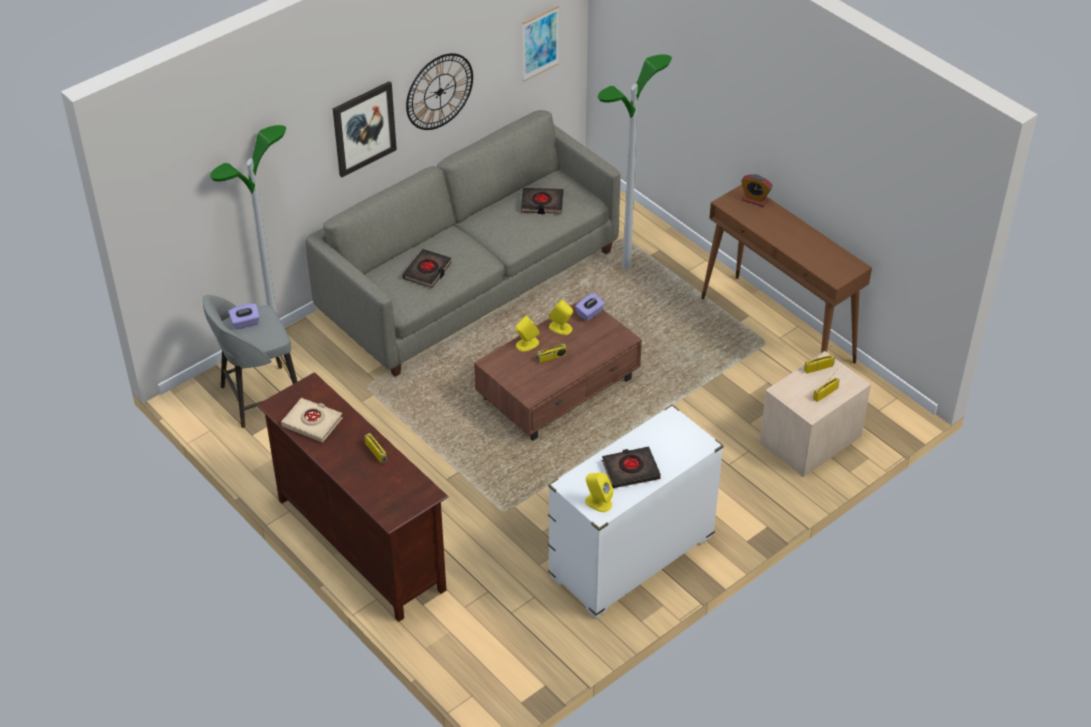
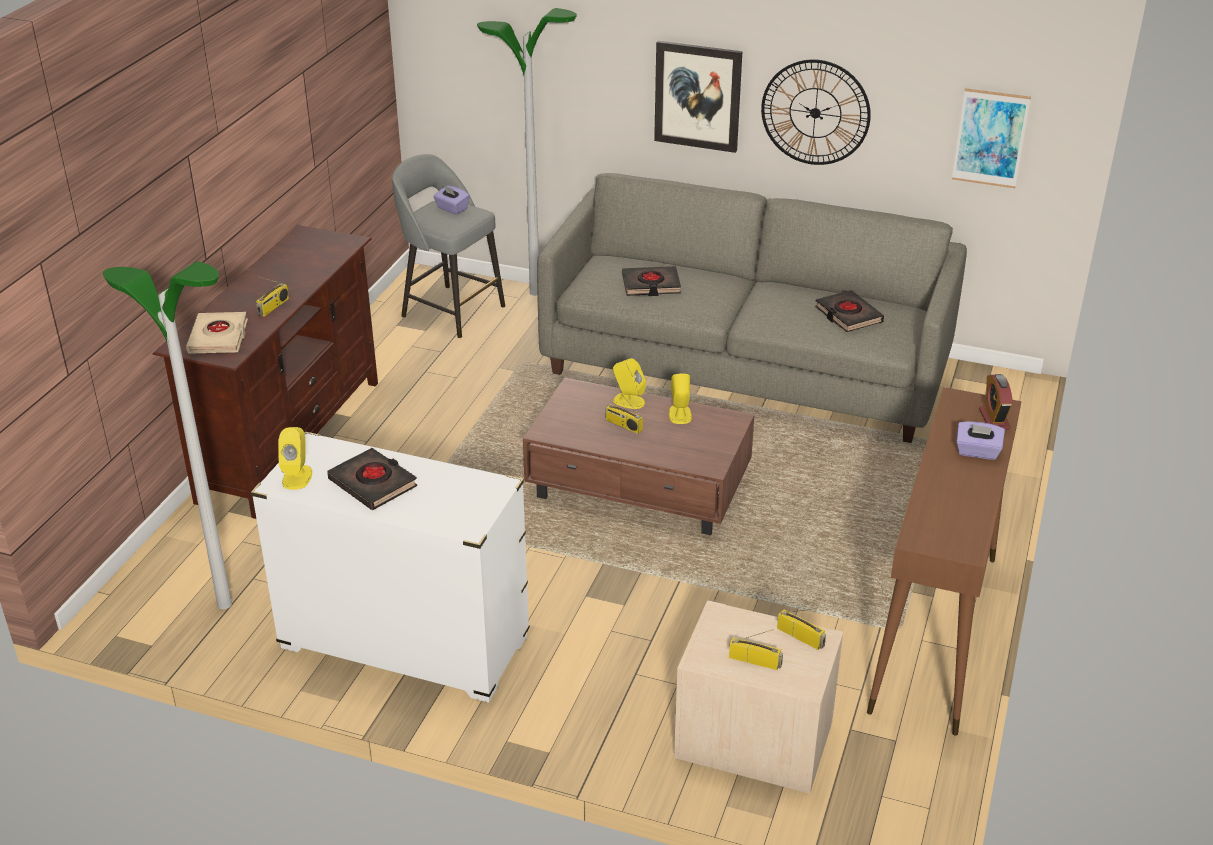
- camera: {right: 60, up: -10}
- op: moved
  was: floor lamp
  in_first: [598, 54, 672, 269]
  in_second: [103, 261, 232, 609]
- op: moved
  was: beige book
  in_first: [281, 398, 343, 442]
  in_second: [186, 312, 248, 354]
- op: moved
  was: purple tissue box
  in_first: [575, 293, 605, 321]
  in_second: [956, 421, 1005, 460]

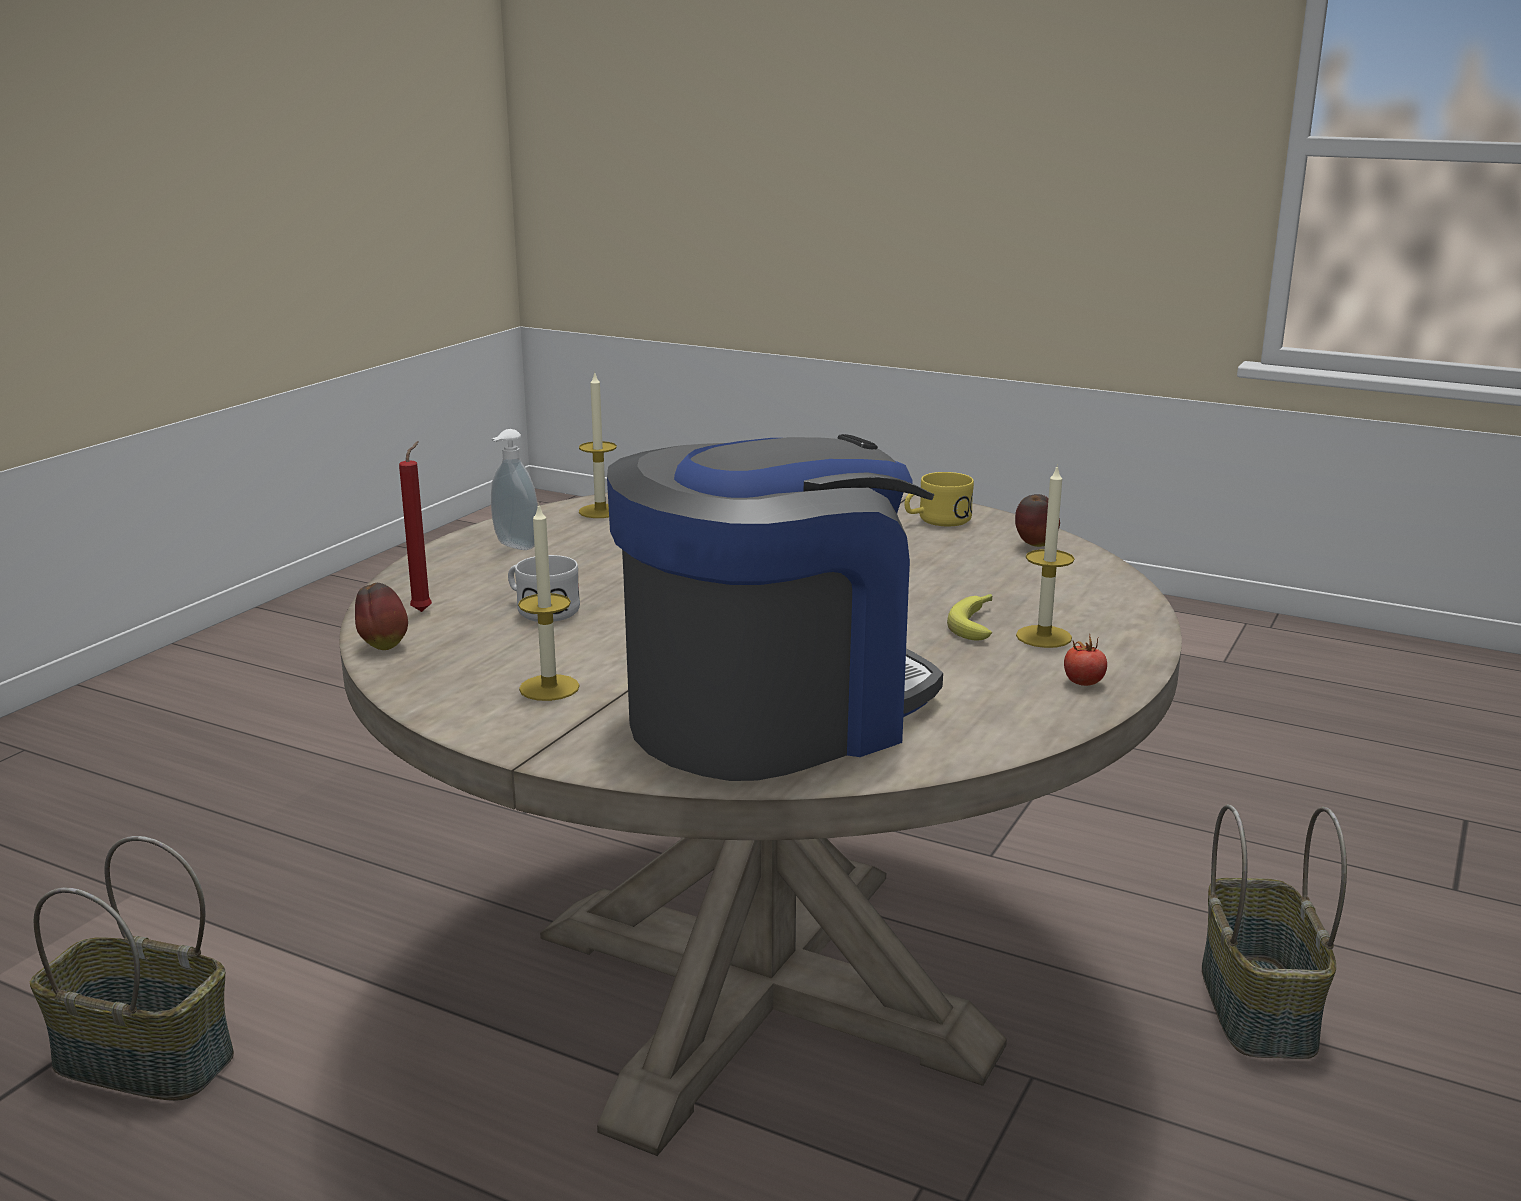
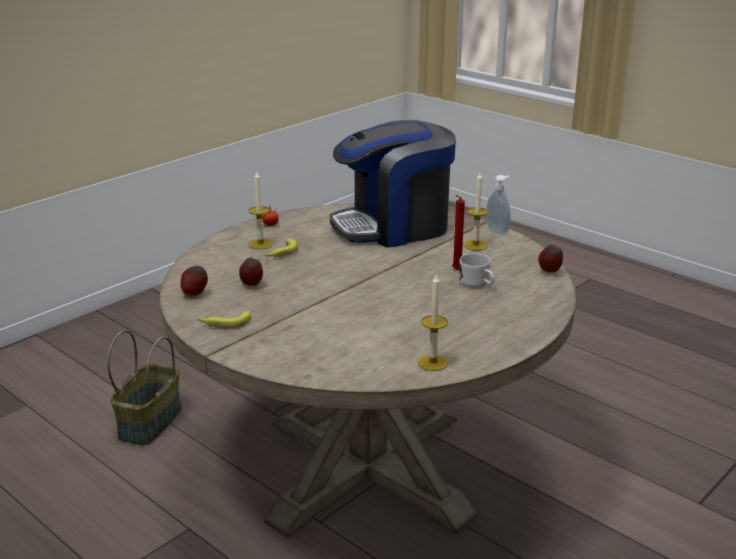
- camera: {right: -165, up: 5}
- op: replaced
  was: yellow mug
  now: banana
  in_first: [904, 472, 974, 526]
  in_second: [197, 311, 251, 328]
- op: added
  now: apple
  in_second: [239, 258, 263, 286]
- op: moved
  was: red candle
  in_first: [399, 441, 432, 612]
  in_second: [452, 195, 465, 270]
- op: moved
  was: soap dispenser
  in_first: [491, 429, 538, 550]
  in_second: [486, 175, 510, 235]
- op: removed
  was: basket
  in_first: [30, 836, 234, 1101]

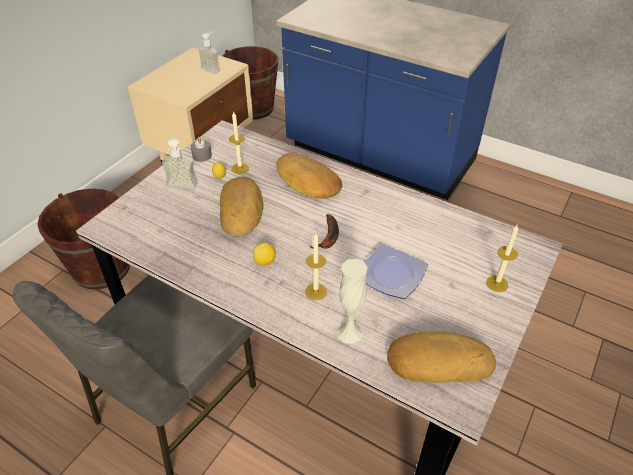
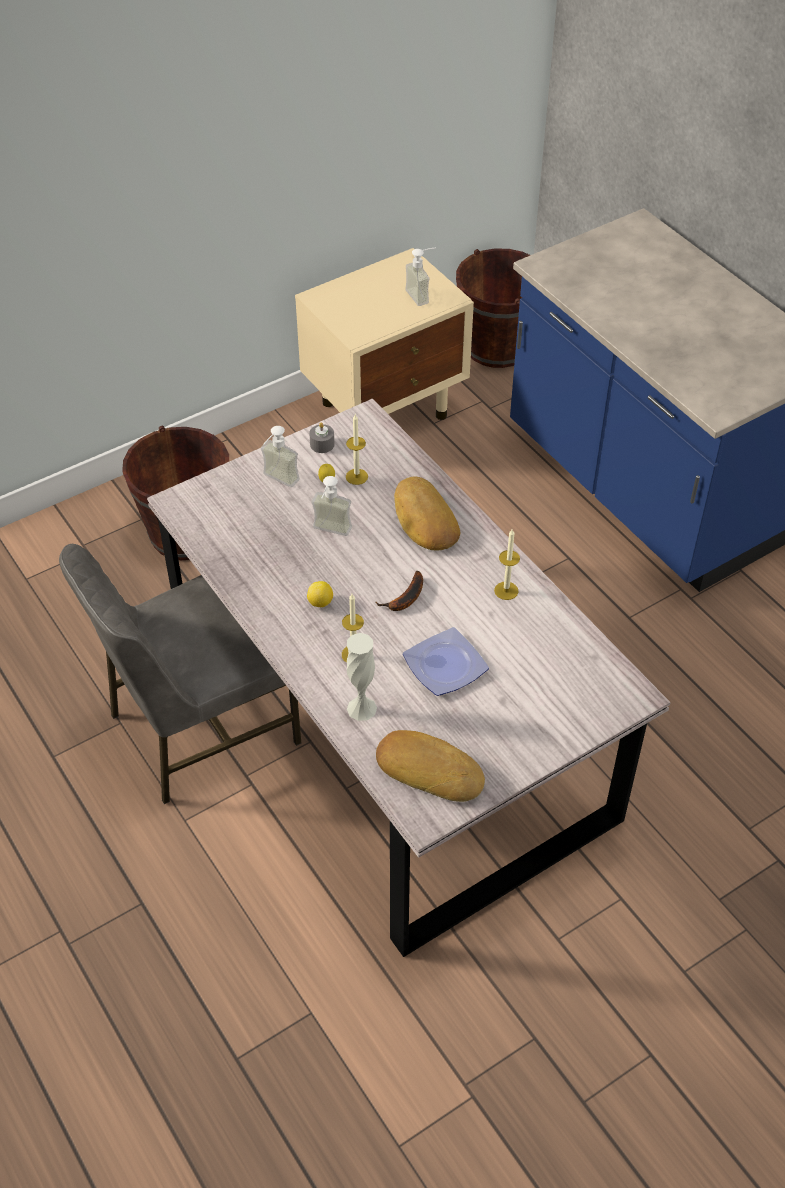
- camera: {right: 25, up: 5}
- op: replaced
  was: bread
  now: soap dispenser
  in_first: [220, 177, 263, 236]
  in_second: [312, 476, 352, 536]
- op: moved
  was: candle
  in_first: [486, 225, 518, 292]
  in_second: [494, 529, 520, 600]

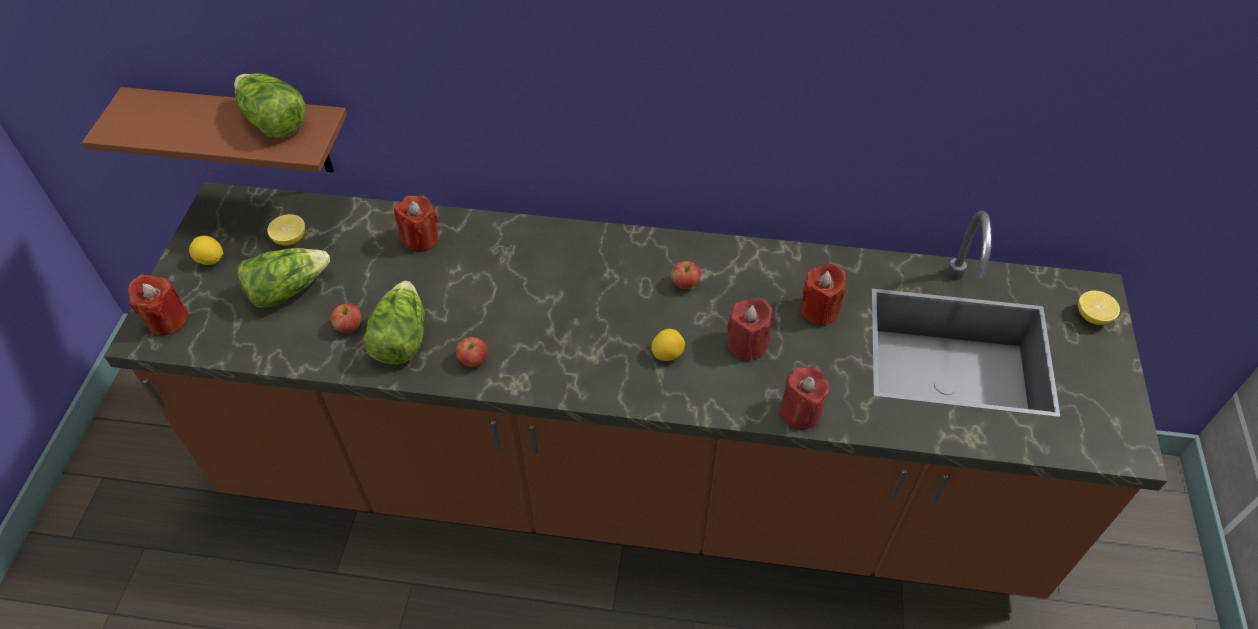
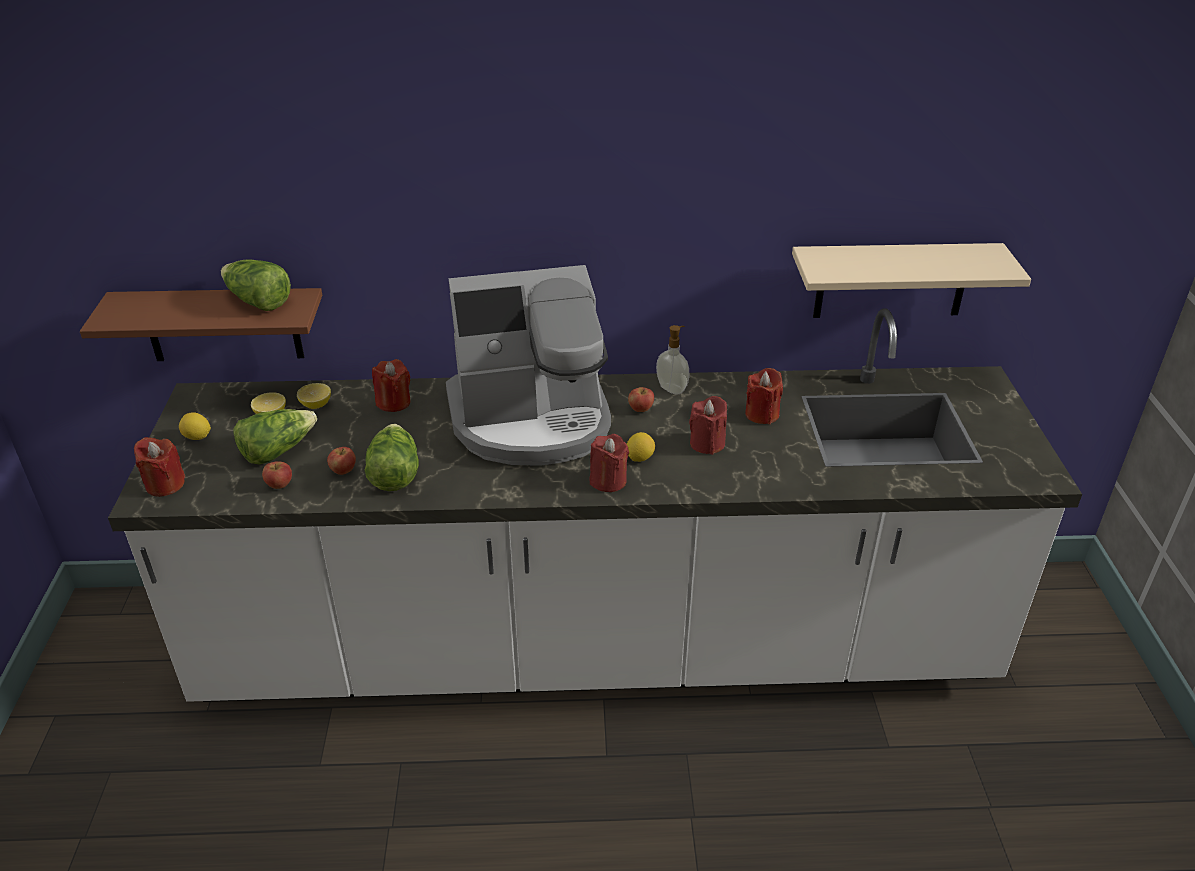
- camera: {right: -10, up: -15}
- op: recoloured
  was: brown counter
  now: white counter
  in_first: [104, 182, 1167, 599]
  in_second: [108, 308, 1082, 702]
- op: moved
  was: apple
  in_first: [456, 337, 487, 367]
  in_second: [262, 462, 292, 489]
- op: moved
  was: lemon
  in_first: [1078, 291, 1120, 325]
  in_second: [297, 383, 331, 409]
- op: added
  now: coffee machine
  in_second: [446, 265, 611, 466]
- op: moved
  was: red candle
  in_first: [779, 367, 830, 429]
  in_second: [590, 434, 629, 492]
- op: added
  now: soap dispenser
  in_second: [656, 325, 689, 395]
- op: added
  now: beige shelf
  in_second: [792, 243, 1031, 318]

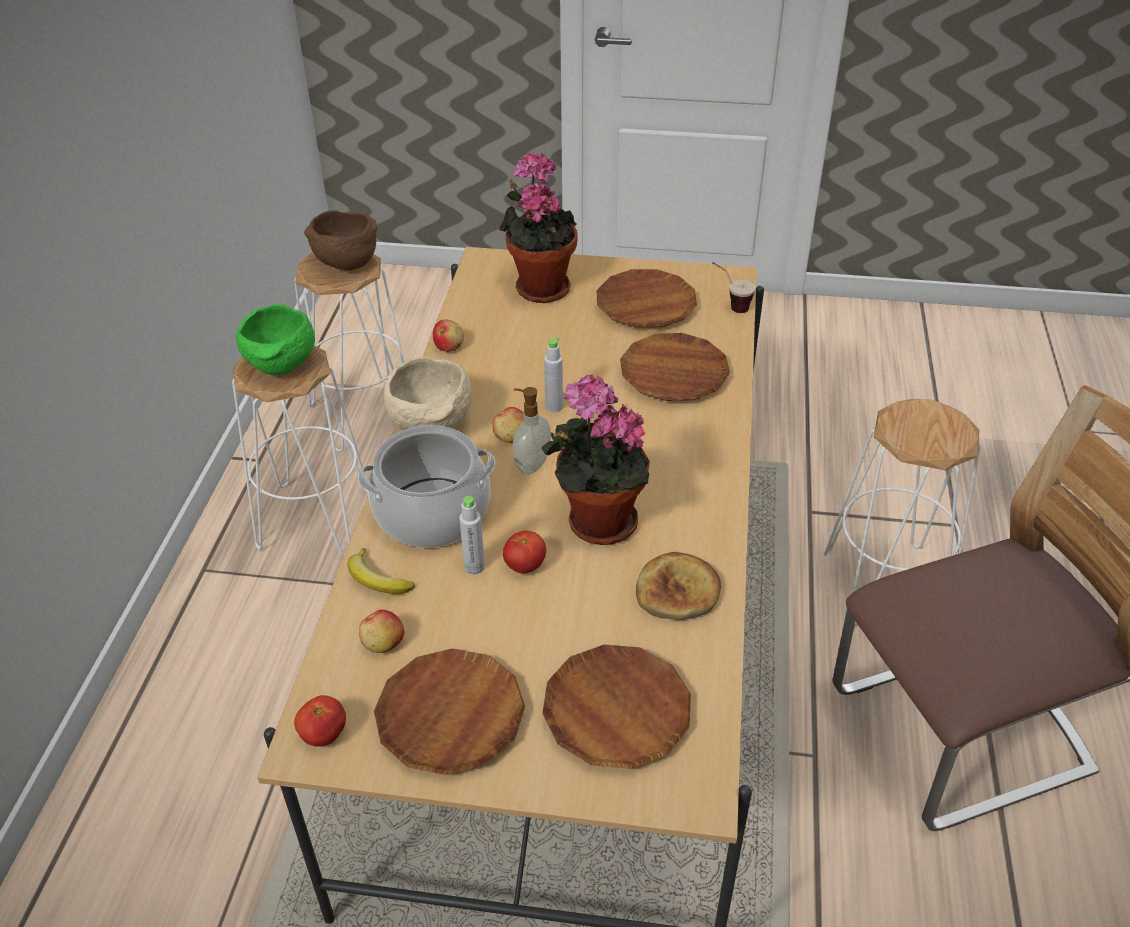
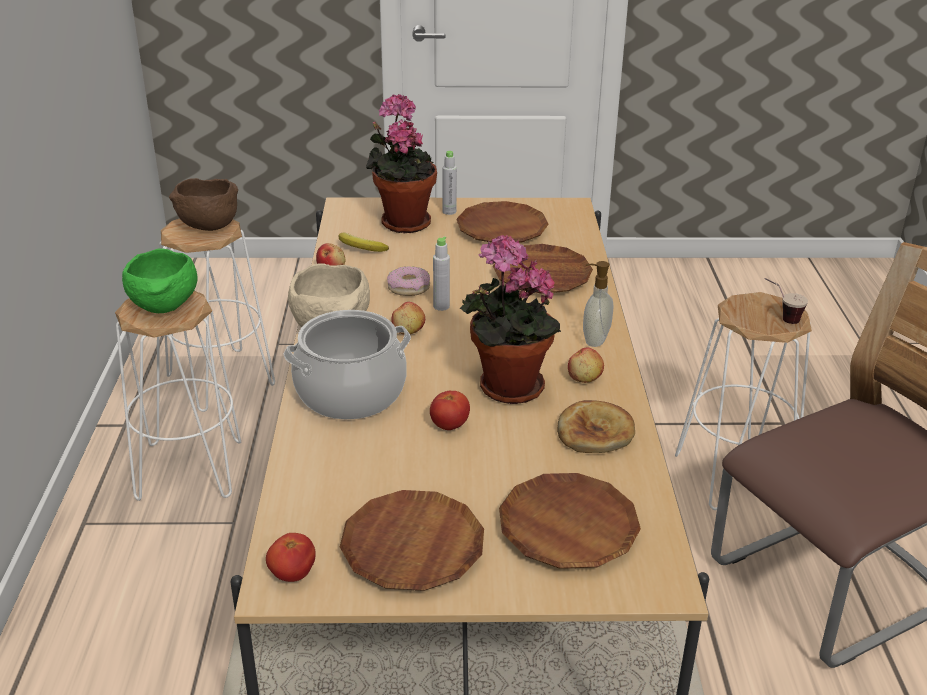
- camera: {right: -10, up: -10}
- op: moved
  was: banana
  in_first: [348, 548, 415, 594]
  in_second: [339, 233, 389, 252]
- op: added
  now: donut
  in_second: [387, 266, 430, 296]
- op: moved
  was: grey bottle
  in_first: [459, 496, 485, 575]
  in_second: [443, 151, 457, 215]
- op: moved
  was: apple
  in_first: [359, 610, 404, 653]
  in_second: [568, 347, 604, 383]
- op: moved
  was: soap dispenser
  in_first: [513, 387, 551, 474]
  in_second: [583, 261, 614, 347]
- op: moved
  was: cup
  in_first: [712, 262, 756, 313]
  in_second: [765, 278, 808, 324]

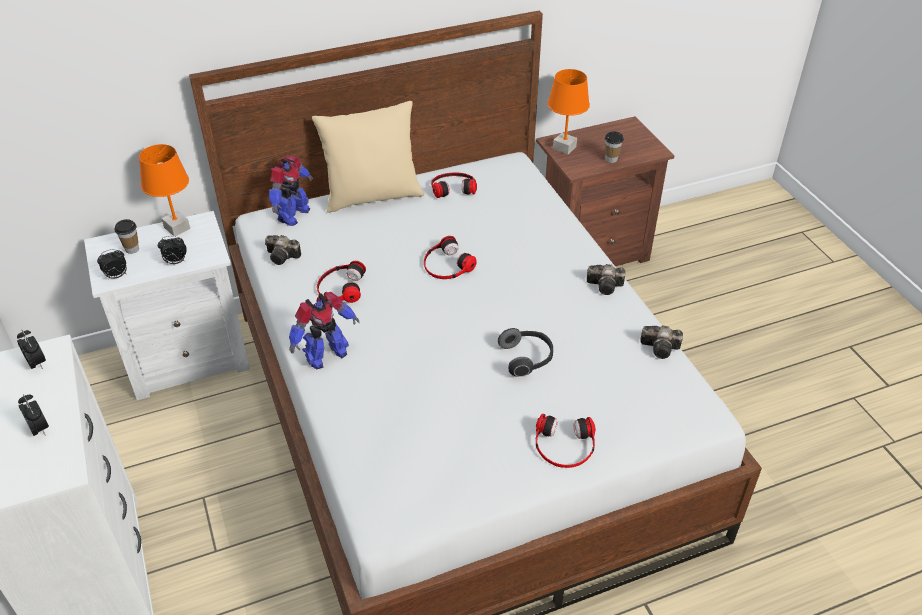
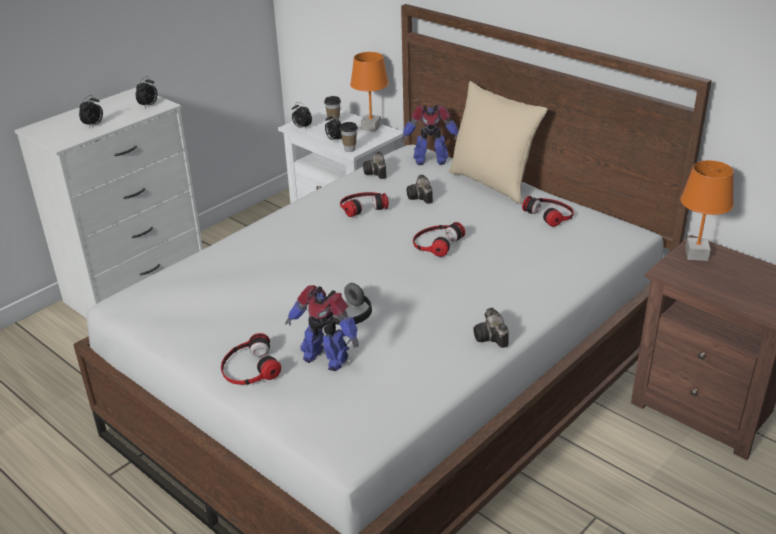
- camera: {right: 65, up: -10}
- op: moved
  was: toy robot
  in_first: [289, 291, 359, 369]
  in_second: [285, 285, 359, 371]
- op: moved
  was: cup
  in_first: [605, 131, 624, 163]
  in_second: [340, 122, 358, 152]
- op: moved
  was: photo camera
  in_first: [640, 325, 683, 359]
  in_second: [406, 175, 433, 204]

